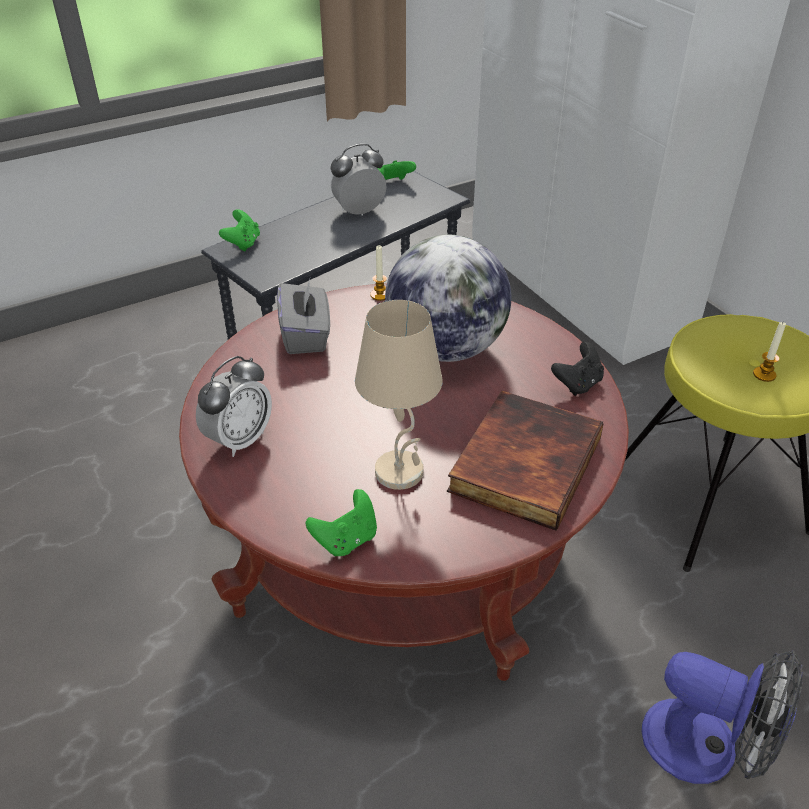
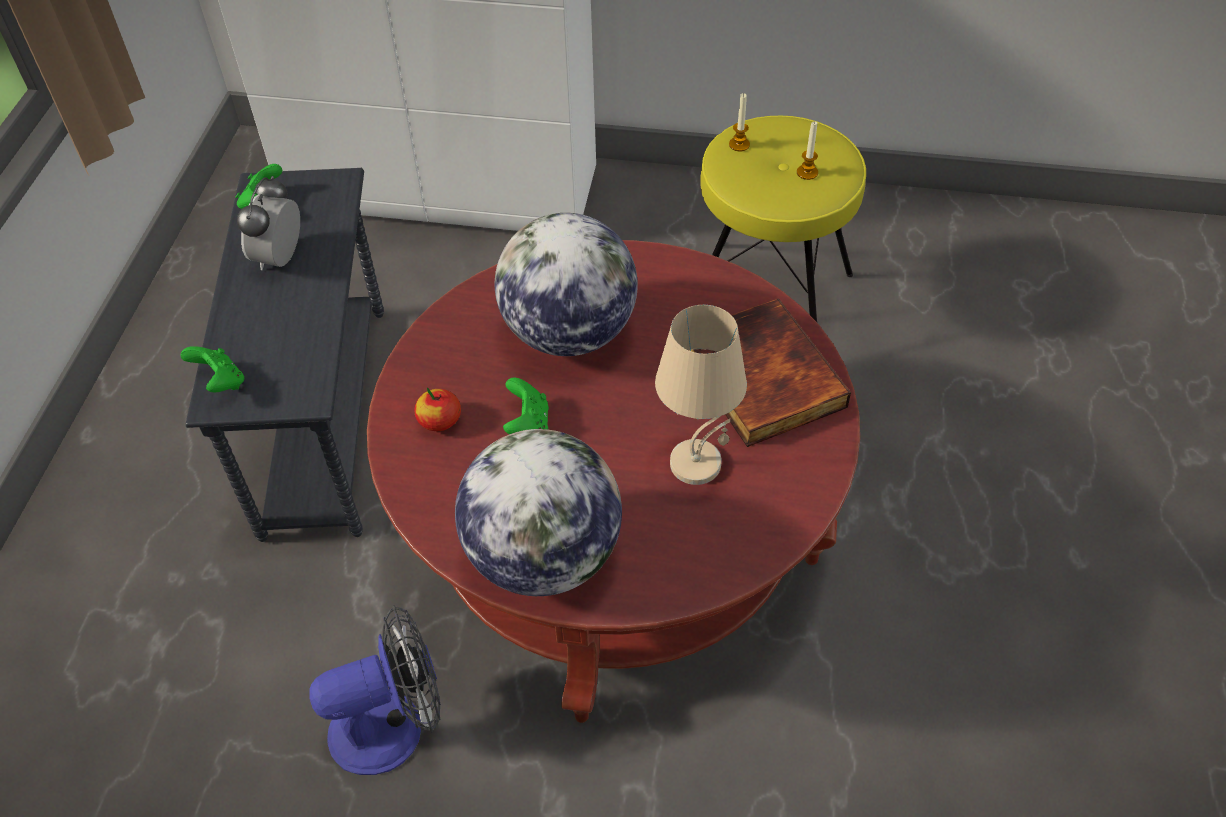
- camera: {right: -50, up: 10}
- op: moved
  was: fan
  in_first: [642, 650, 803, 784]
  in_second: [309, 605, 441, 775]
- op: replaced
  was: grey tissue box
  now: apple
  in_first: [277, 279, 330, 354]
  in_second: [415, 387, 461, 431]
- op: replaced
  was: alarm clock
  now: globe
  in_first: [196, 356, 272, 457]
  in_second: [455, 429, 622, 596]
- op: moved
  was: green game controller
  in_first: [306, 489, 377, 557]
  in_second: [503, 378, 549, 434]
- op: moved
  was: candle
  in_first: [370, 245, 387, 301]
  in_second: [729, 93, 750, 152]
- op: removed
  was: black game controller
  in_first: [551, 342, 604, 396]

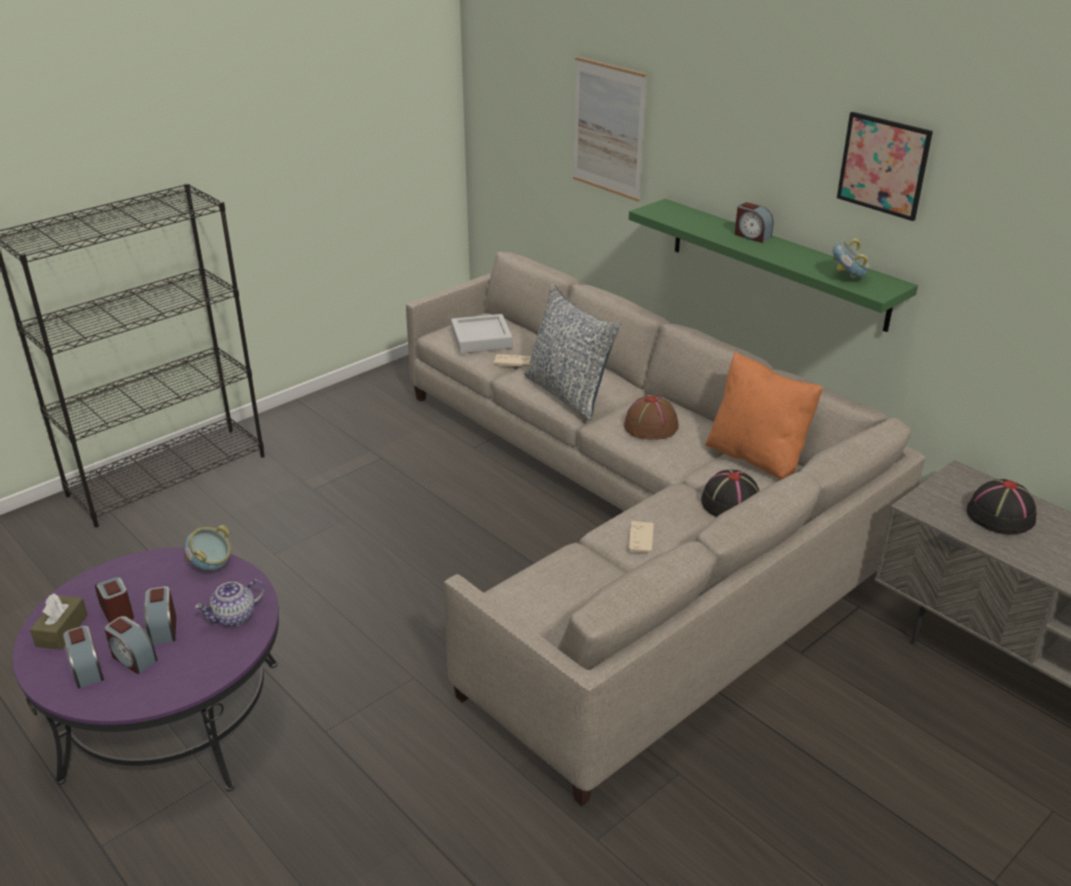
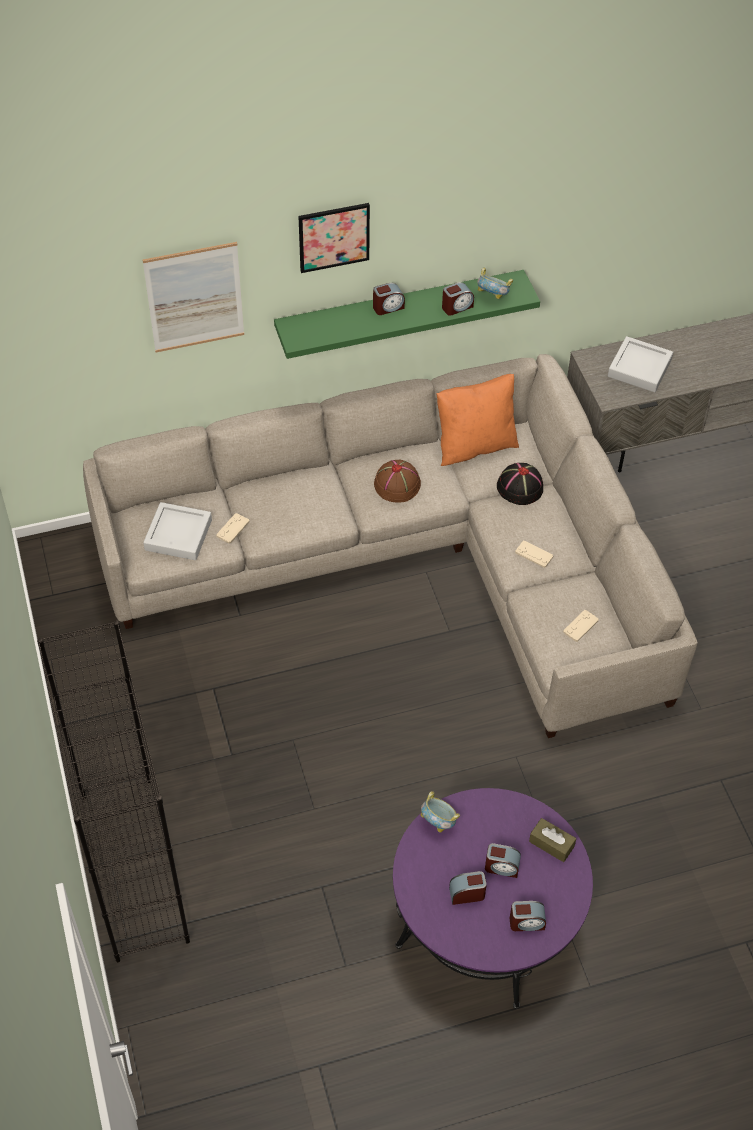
- camera: {right: -65, up: 20}
- op: moved
  was: picture
  in_first: [837, 112, 933, 221]
  in_second: [298, 203, 370, 273]
- op: moved
  was: alarm clock
  in_first: [104, 616, 157, 674]
  in_second: [442, 282, 474, 316]
- op: moved
  was: brown tissue box
  in_first: [30, 593, 88, 650]
  in_second: [529, 818, 576, 862]
- op: added
  now: beige game controller
  in_second: [563, 610, 599, 642]
- op: replaced
  was: black hat
  now: grey tray
  in_first: [967, 479, 1036, 534]
  in_second: [608, 336, 673, 392]
- op: removed
  was: teapot
  in_first: [195, 579, 265, 627]
- op: removed
  was: pillow
  in_first: [524, 284, 621, 421]

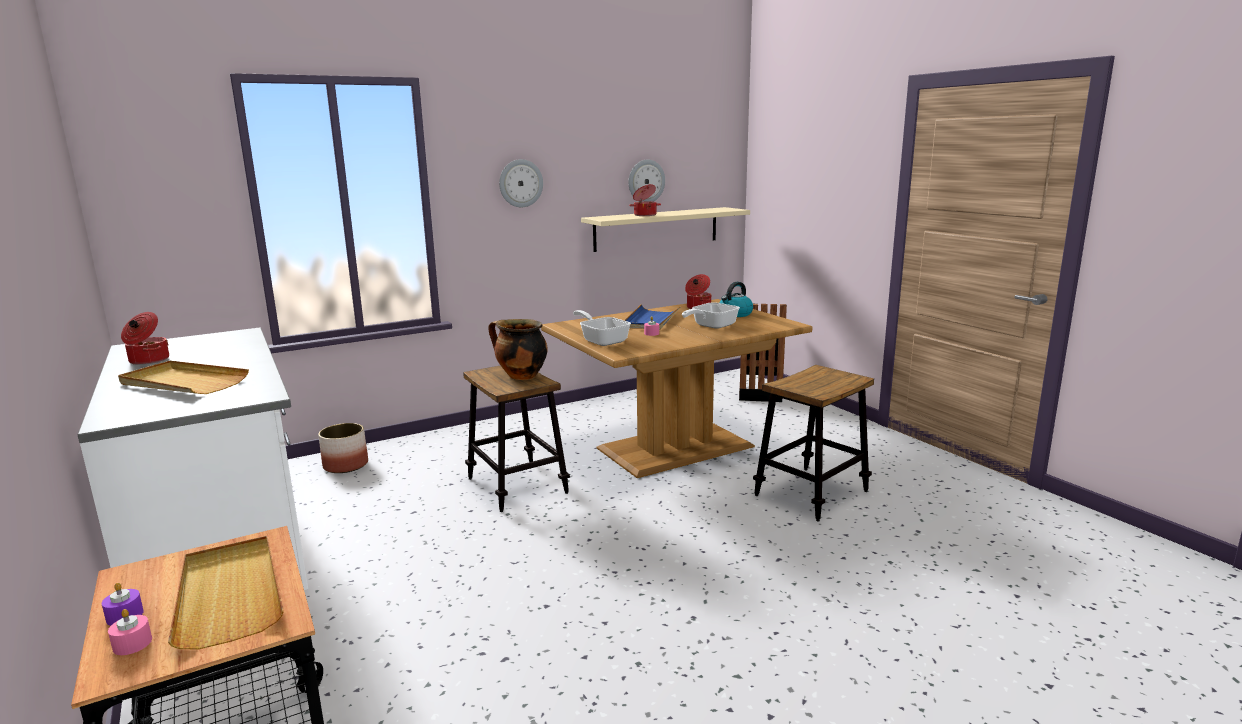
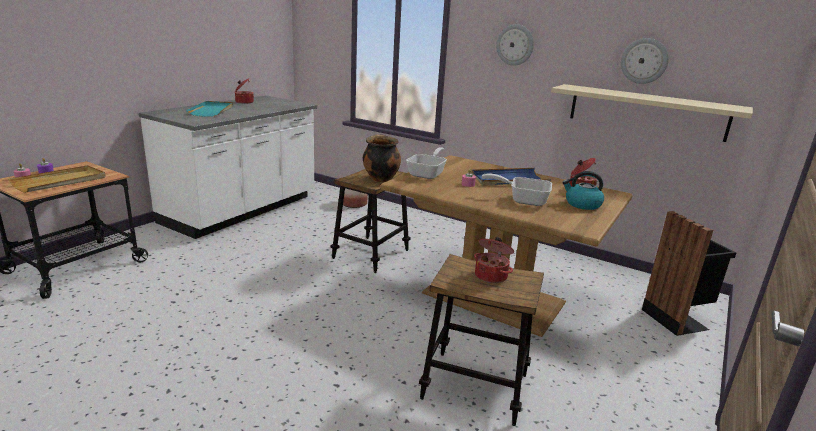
- camera: {right: 60, up: 5}
- op: recoloured
  was: beige tray
  now: turquoise tray
  in_first: [118, 361, 249, 394]
  in_second: [186, 101, 233, 117]
- op: moved
  was: cooking pot
  in_first: [629, 184, 661, 216]
  in_second: [474, 237, 514, 283]

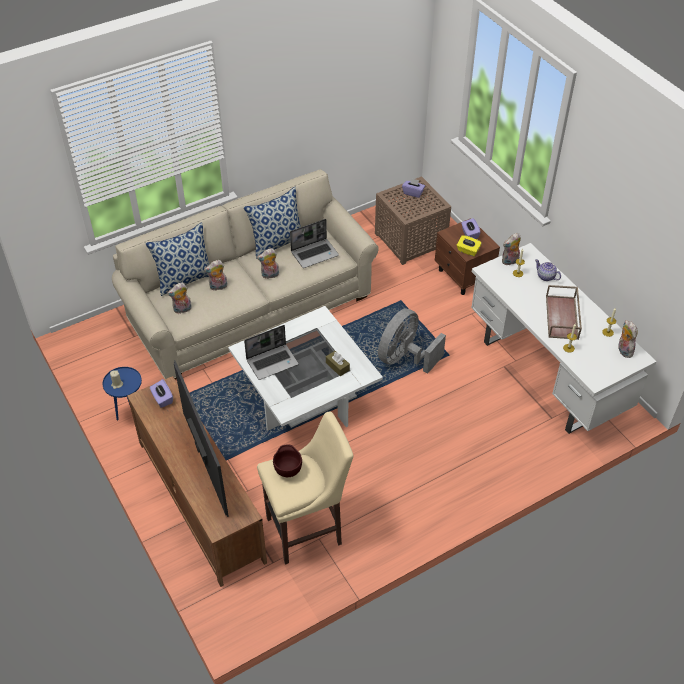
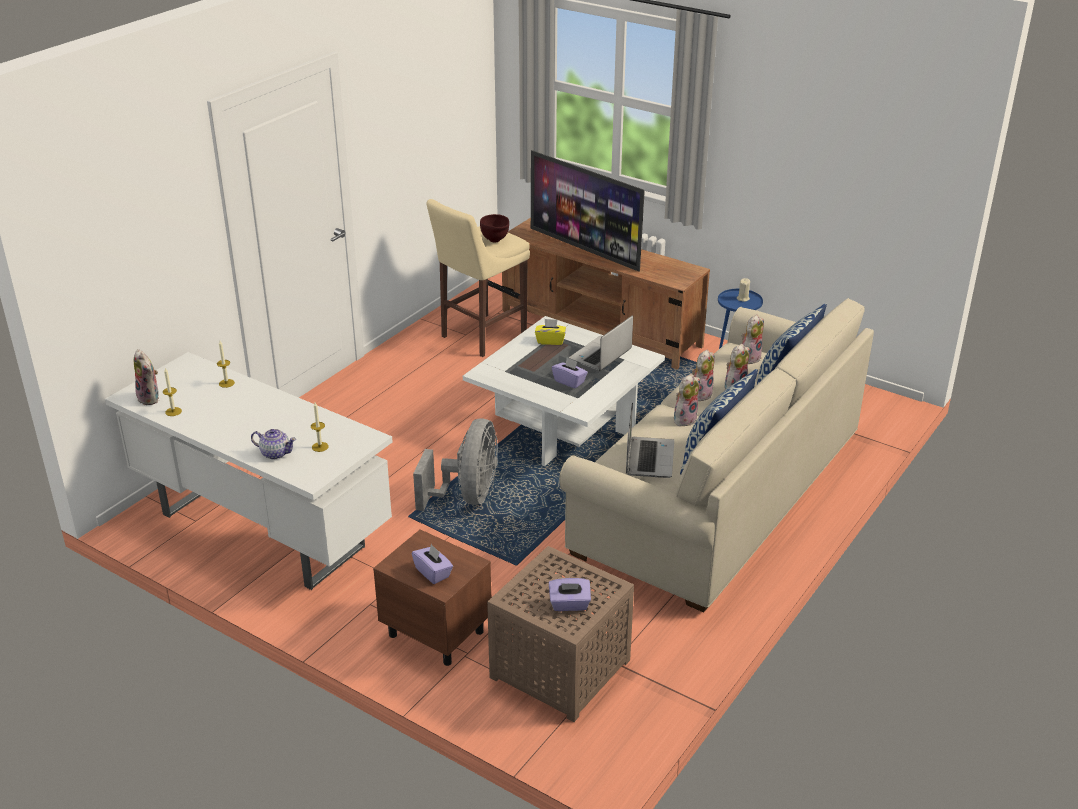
- camera: {right: 155, up: -15}
- op: moved
  was: yellow tissue box
  in_first: [457, 235, 482, 256]
  in_second: [535, 319, 566, 345]
- op: moved
  was: purple tissue box
  in_first: [150, 379, 173, 408]
  in_second: [552, 358, 588, 389]
- op: turned
  was: laptop
  in_first: [290, 219, 339, 268]
  in_second: [626, 402, 674, 478]
  clockwise: 150
- op: moved
  was: plush toy
  in_first: [502, 233, 521, 265]
  in_second: [692, 350, 715, 401]
- op: removed
  was: brown tissue box
  in_first: [326, 351, 350, 376]
- op: removed
  was: brown tray
  in_first: [546, 285, 582, 340]

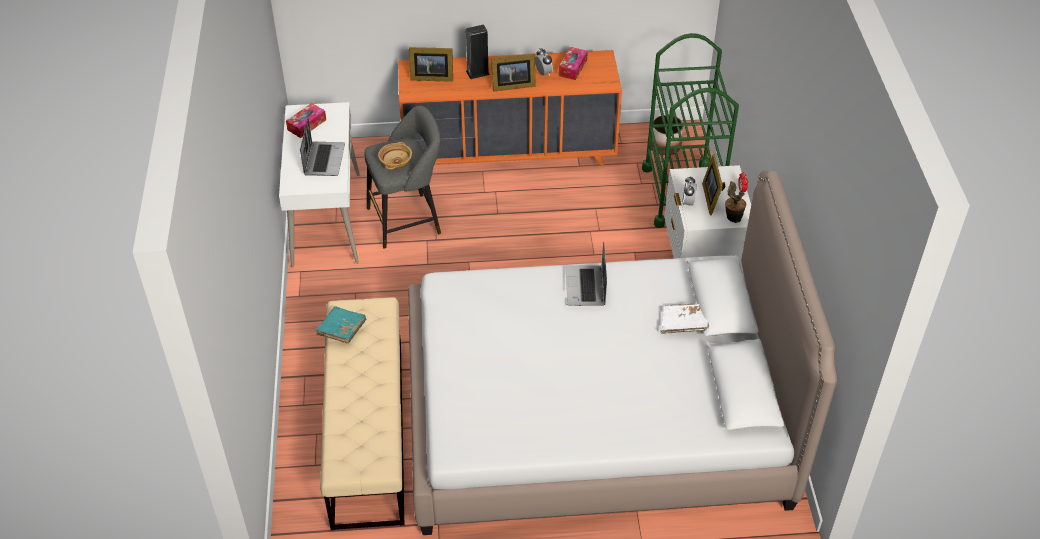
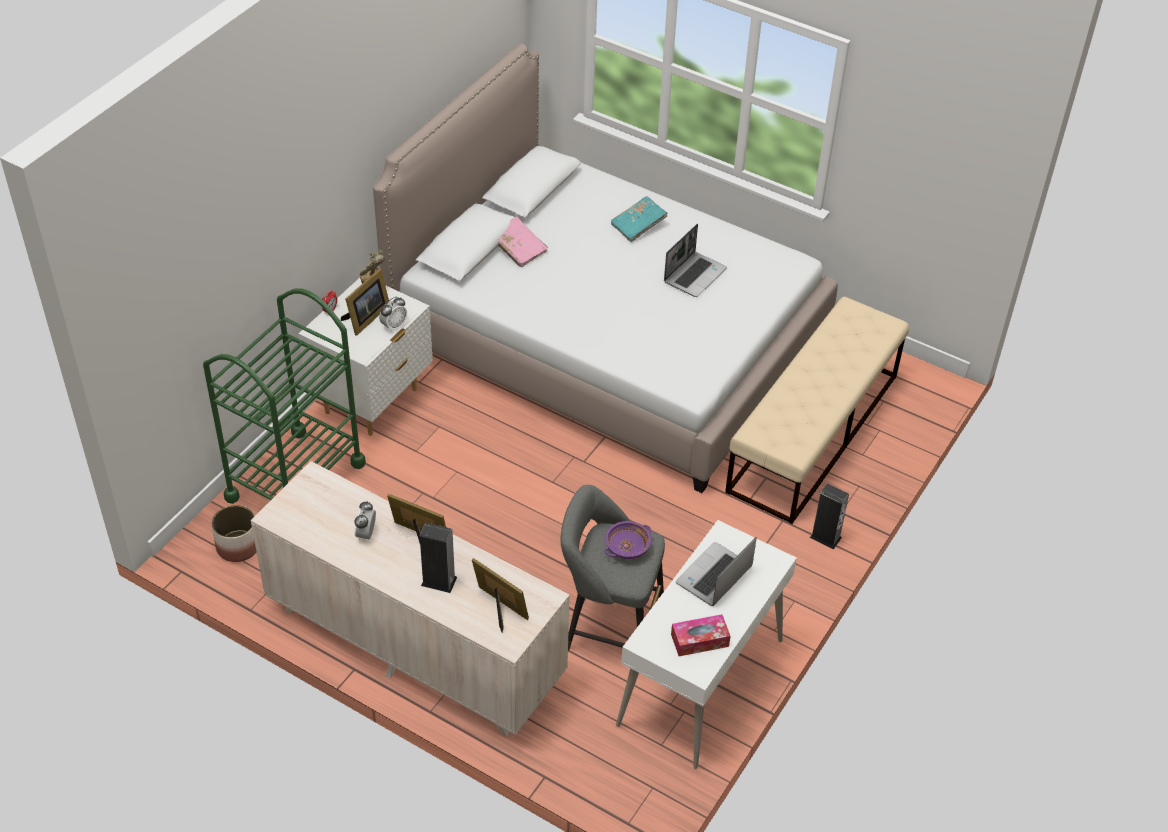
- camera: {right: -145, up: 0}
- op: recoloured
  was: orange dresser
  now: beige dresser
  in_first: [398, 50, 622, 166]
  in_second: [251, 461, 570, 737]
- op: recoloured
  was: white book
  now: pink book
  in_first: [660, 304, 709, 334]
  in_second: [498, 216, 548, 267]
- op: recoloured
  was: beige bowl
  now: purple bowl
  in_first: [378, 142, 412, 169]
  in_second: [605, 521, 651, 559]
- op: moved
  was: turquoise book
  in_first: [316, 306, 366, 344]
  in_second: [611, 197, 668, 242]
- op: moved
  was: laptop
  in_first: [566, 242, 607, 306]
  in_second: [664, 224, 727, 297]
- op: added
  now: speaker
  in_second: [810, 483, 849, 549]
- op: removed
  was: tissue box
  in_first: [559, 47, 588, 80]

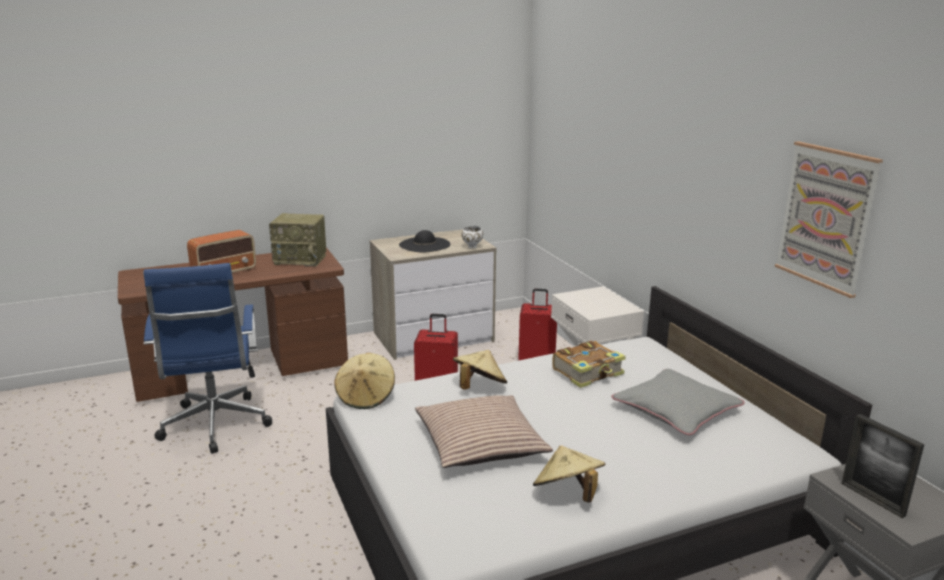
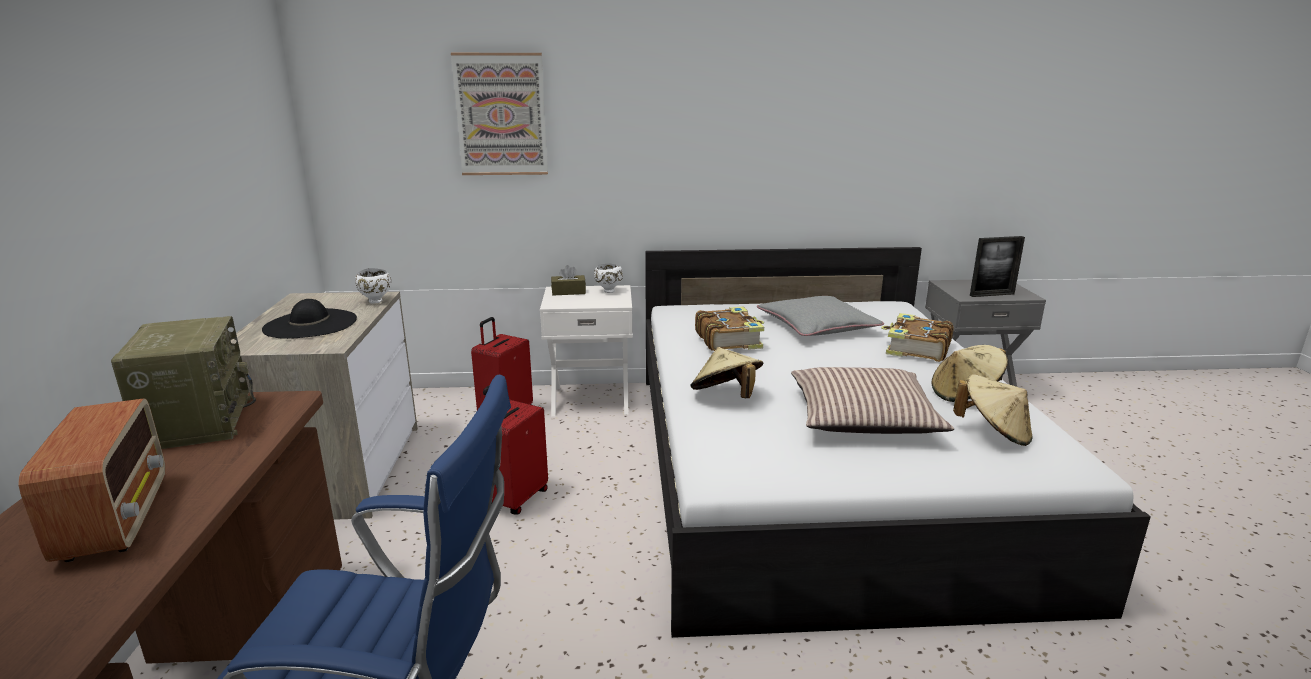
- camera: {right: -70, up: 0}
- op: turned
  was: radio
  in_first: [269, 213, 326, 267]
  in_second: [111, 316, 256, 449]
  clockwise: -45
- op: moved
  was: picture
  in_first: [775, 142, 883, 298]
  in_second: [451, 53, 548, 175]
- op: added
  now: brown tissue box
  in_second: [551, 265, 586, 295]
- op: added
  now: white bowl
  in_second: [594, 264, 623, 293]
- op: added
  now: book
  in_second: [881, 313, 954, 362]
- op: moved
  was: beige hat
  in_first: [334, 353, 395, 409]
  in_second: [953, 374, 1033, 446]

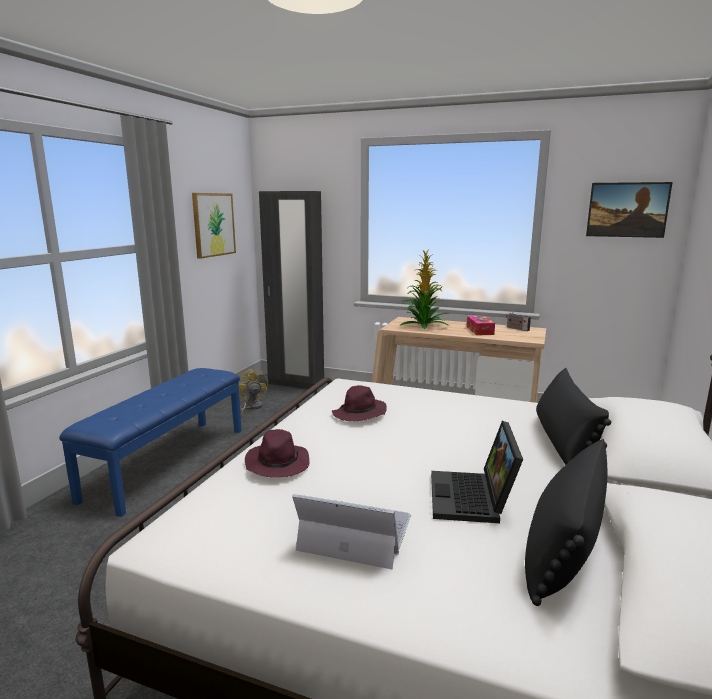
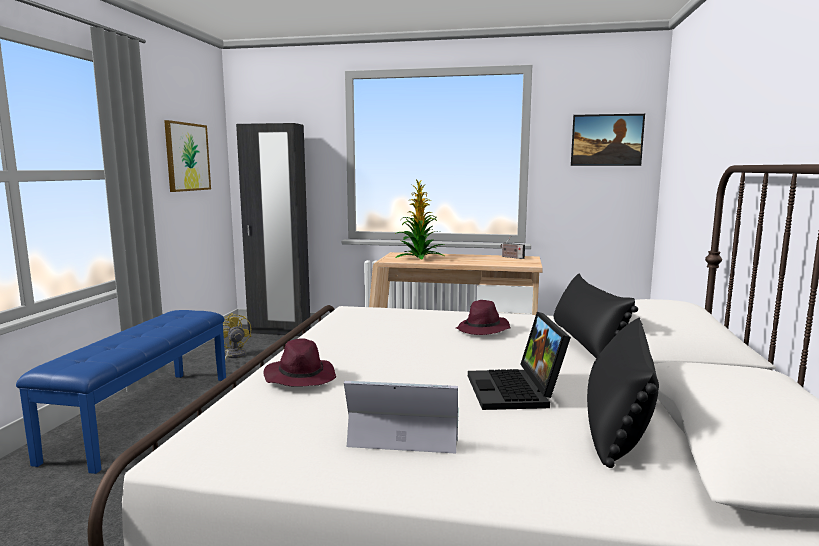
- camera: {right: -10, up: -5}
- op: moved
  was: purple hat
  in_first: [332, 385, 387, 421]
  in_second: [456, 300, 511, 335]
- op: removed
  was: tissue box
  in_first: [467, 316, 495, 335]

